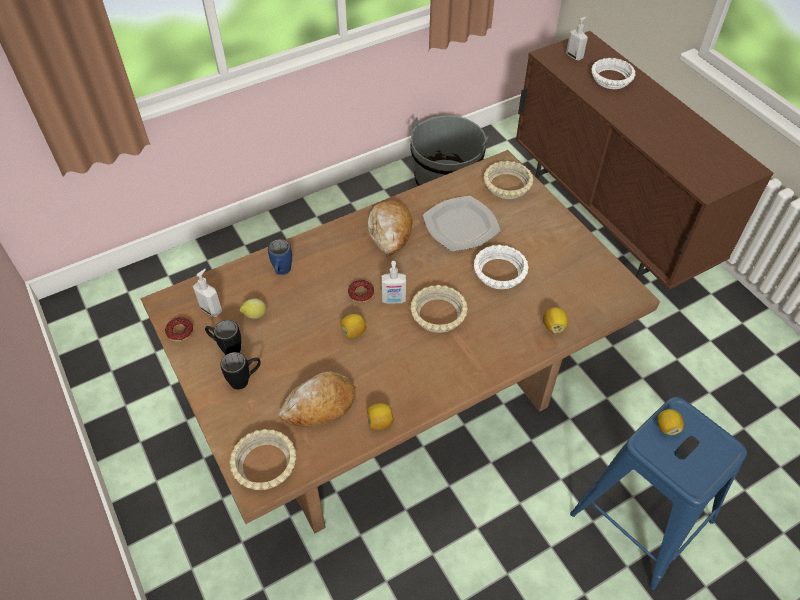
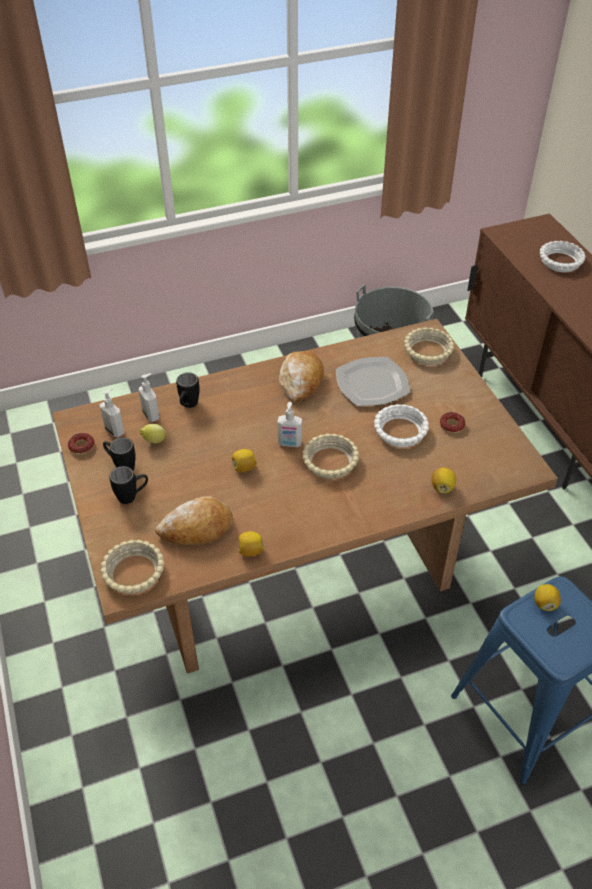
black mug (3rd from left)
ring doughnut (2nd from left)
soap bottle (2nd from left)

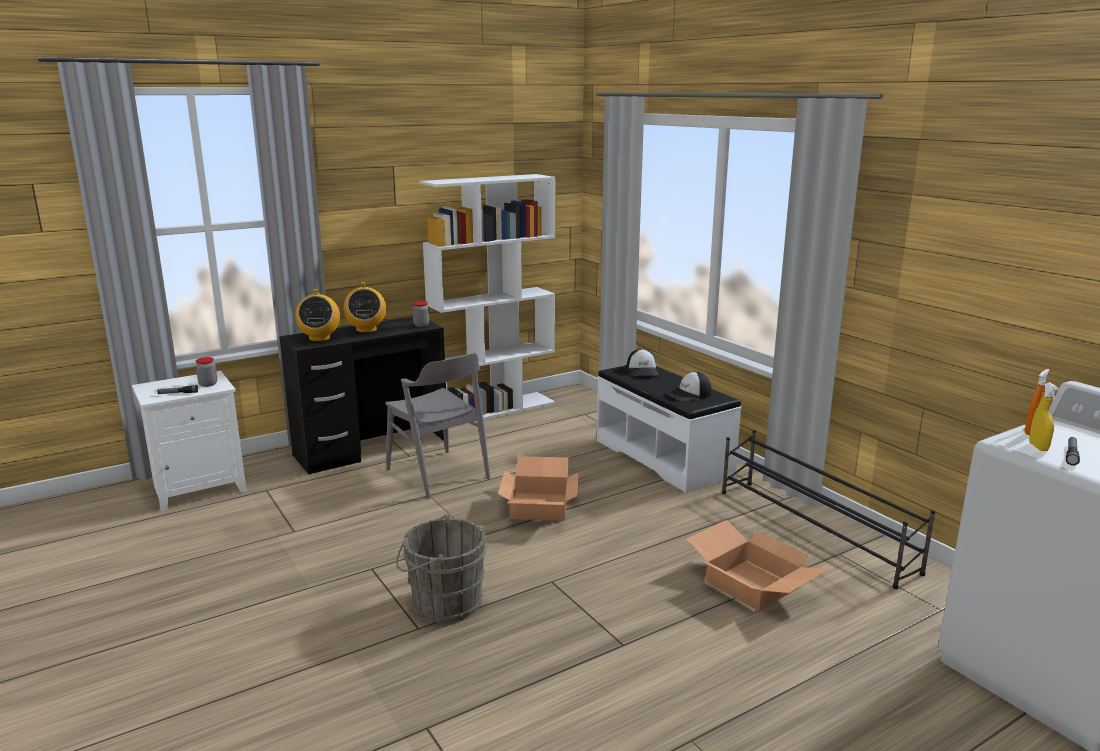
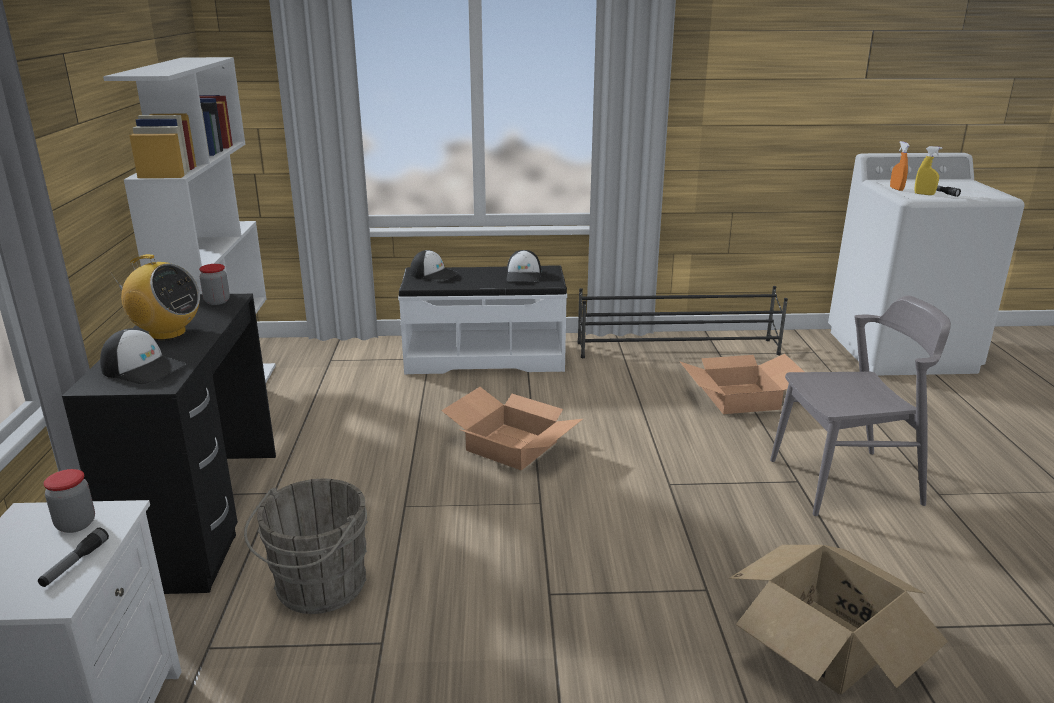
baseball cap (1st from left)
gray chair
gray water bucket
carton (3rd from left)

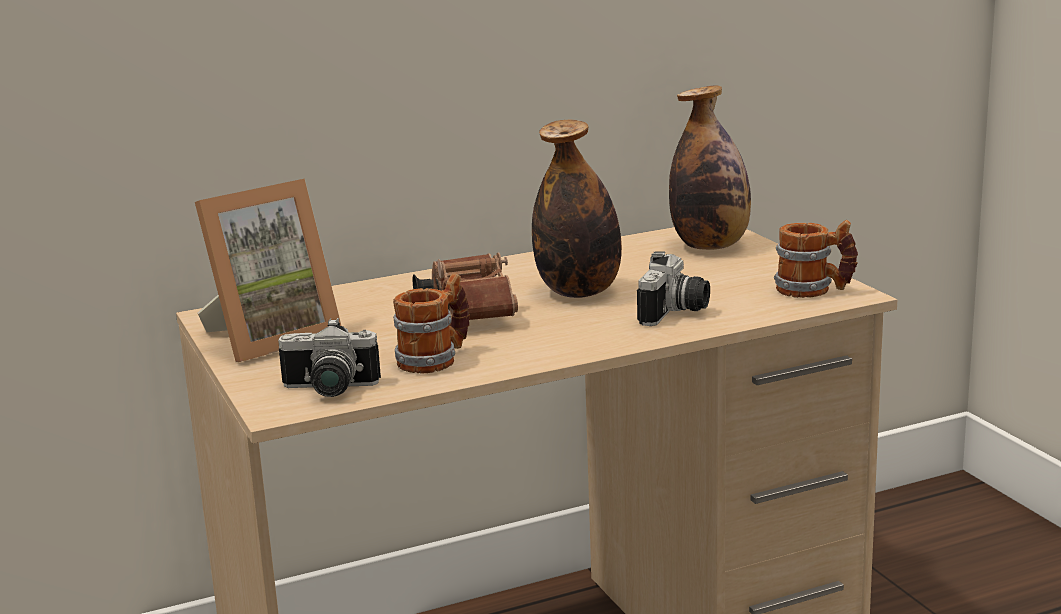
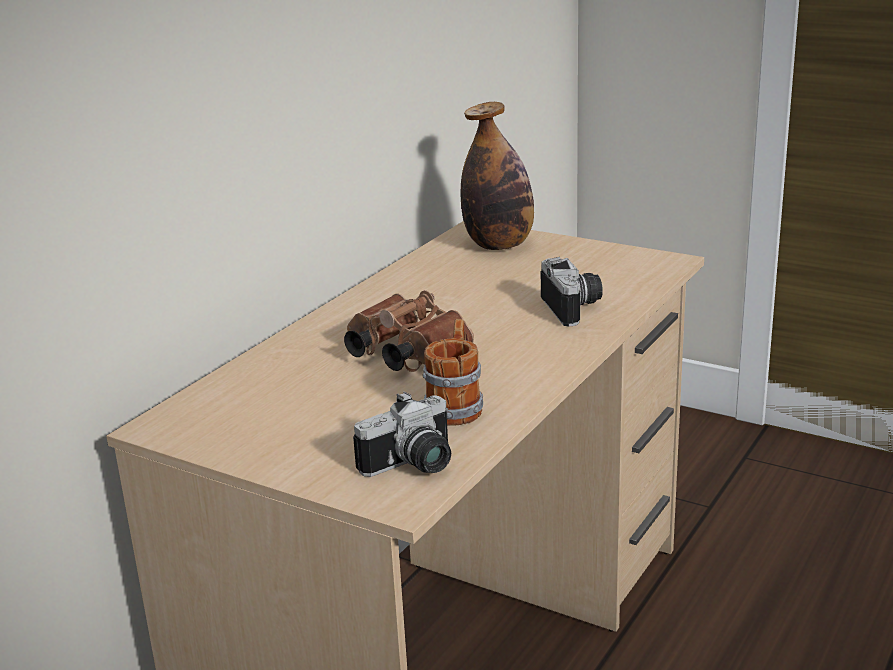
picture frame
drink bottle (1st from left in the first image)
mug (2nd from left in the first image)

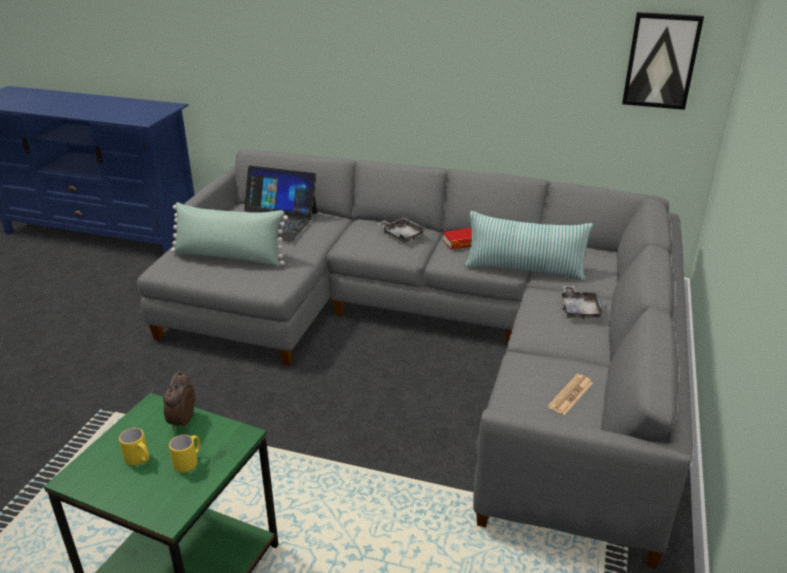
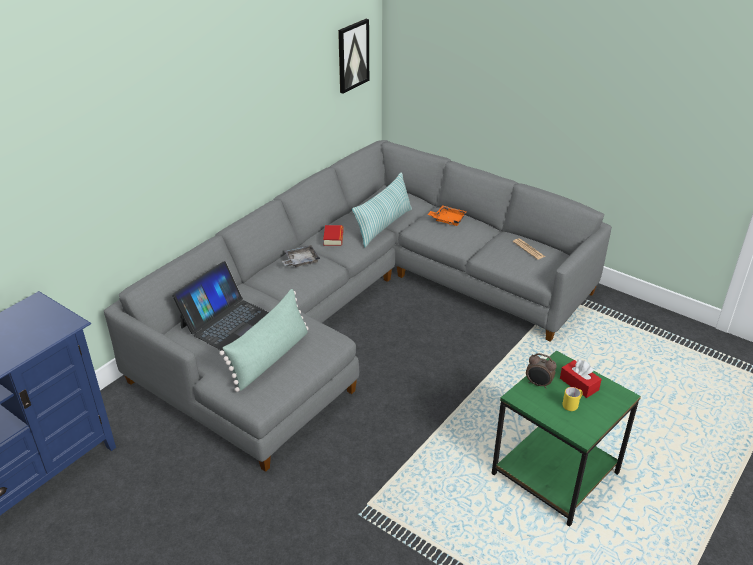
red tissue box
orangey serving tray

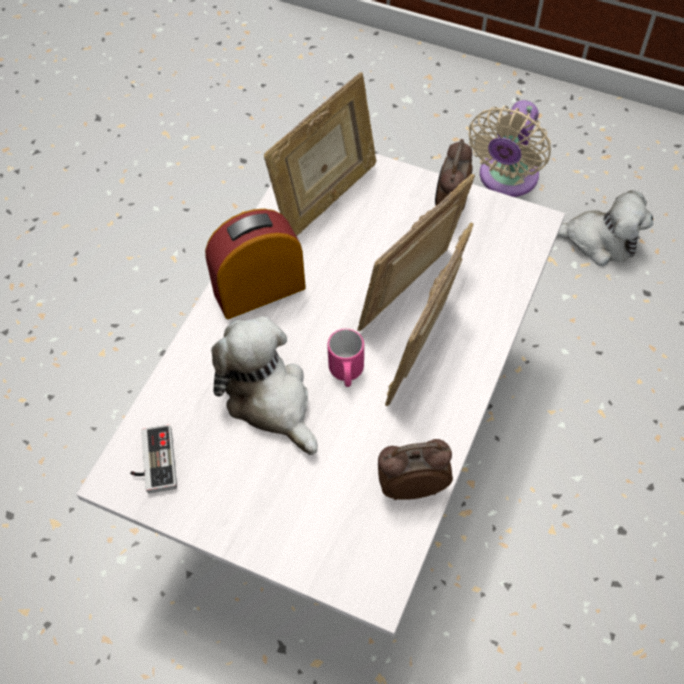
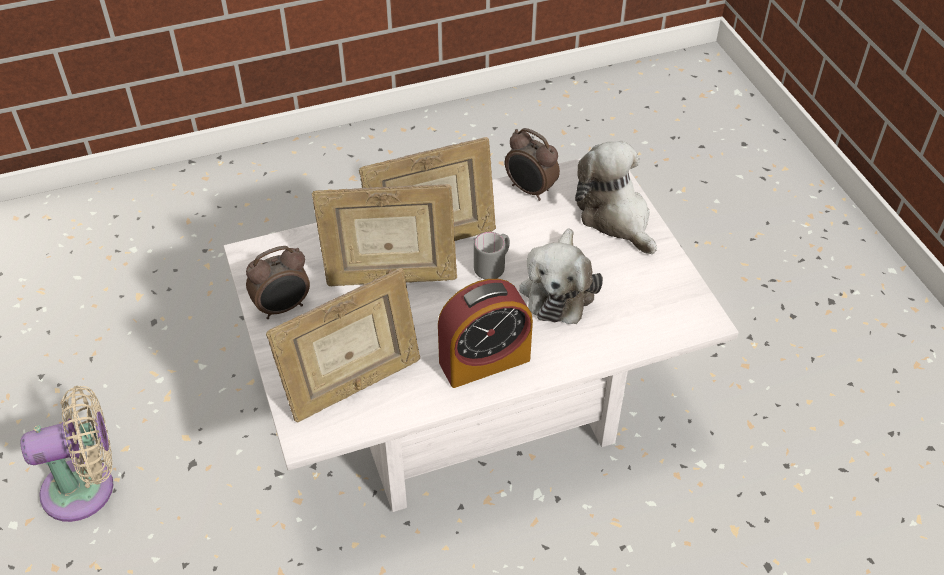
game controller
table clock (2nd from left)
picture frame (1st from left)
gray mug
soft toy (2nd from left)

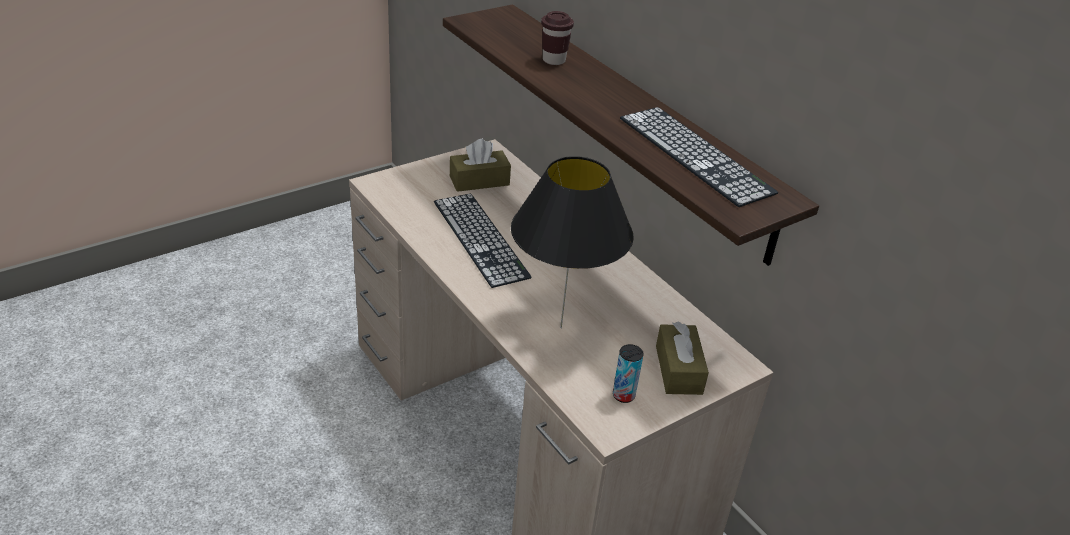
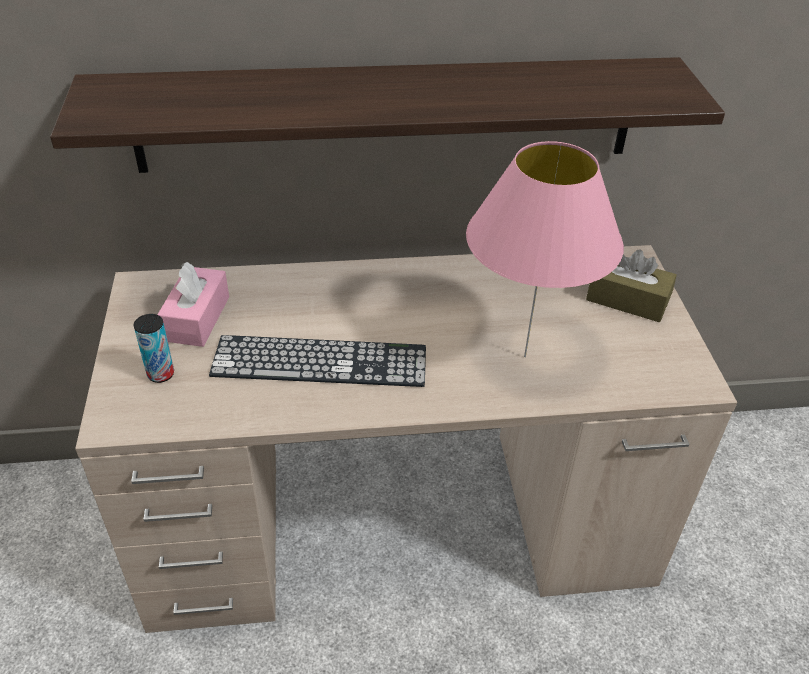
pinkish tissue box
pinkish lamp for a table
brown-coloured small cup
can
PC keyboard (2nd from left in the first image)

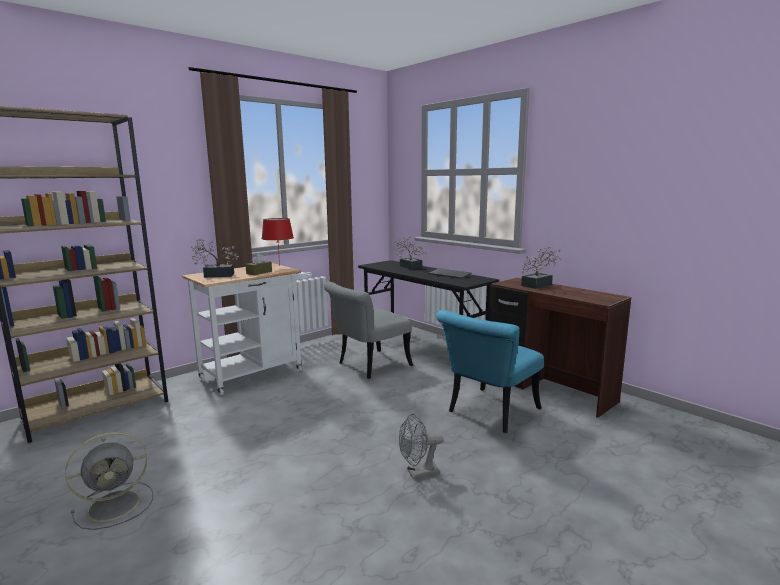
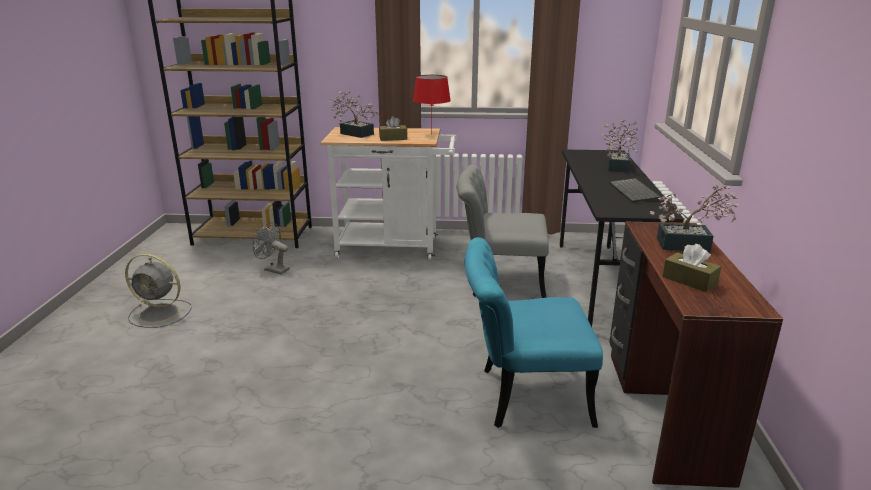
gray cooling fan (2nd from left)
brown-coloured tissue box (2nd from left)

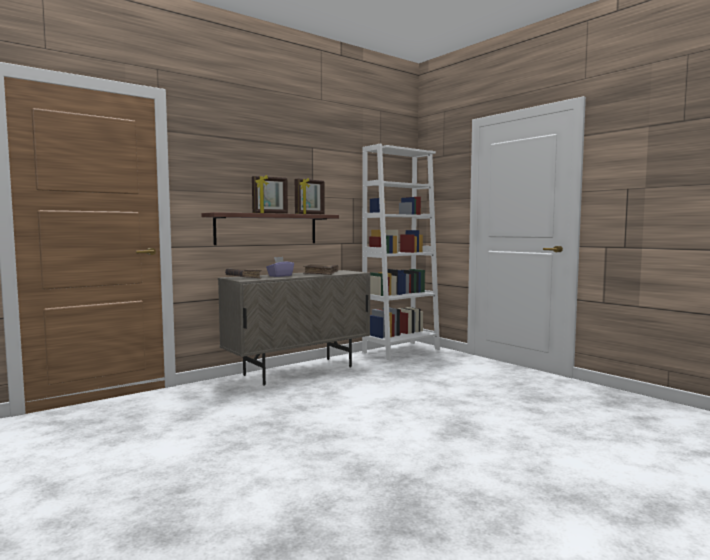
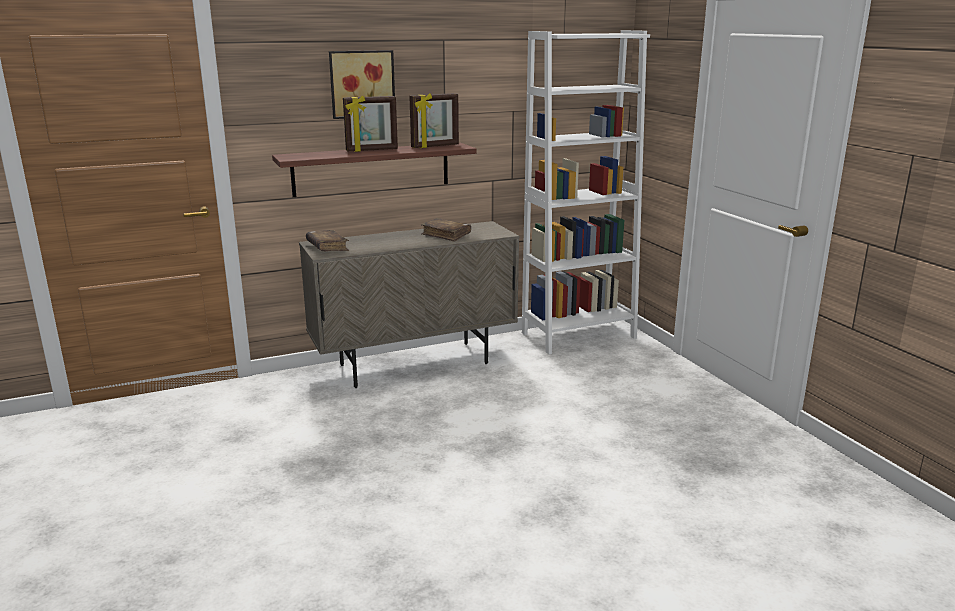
purple-coloured tissue box
wall picture

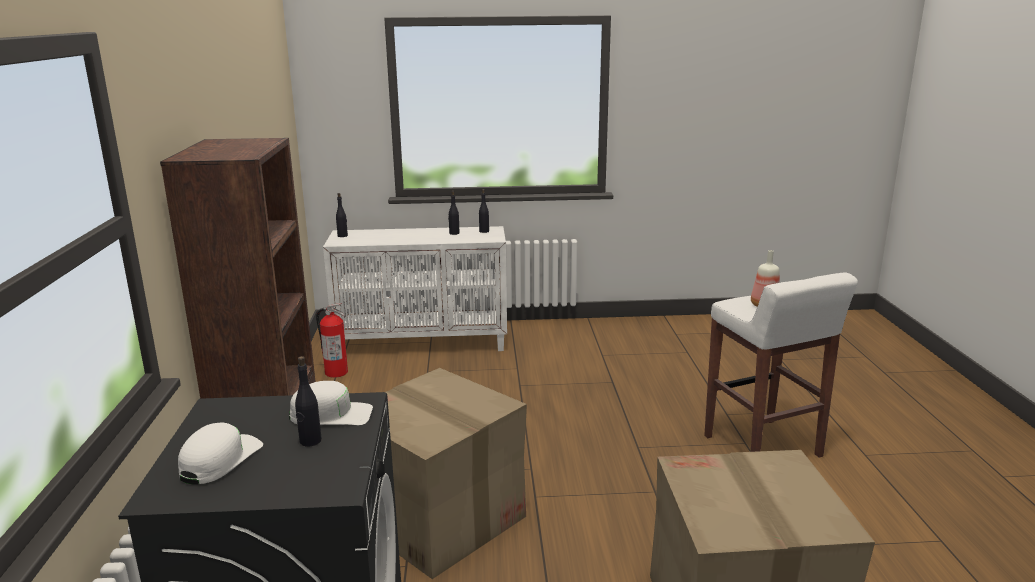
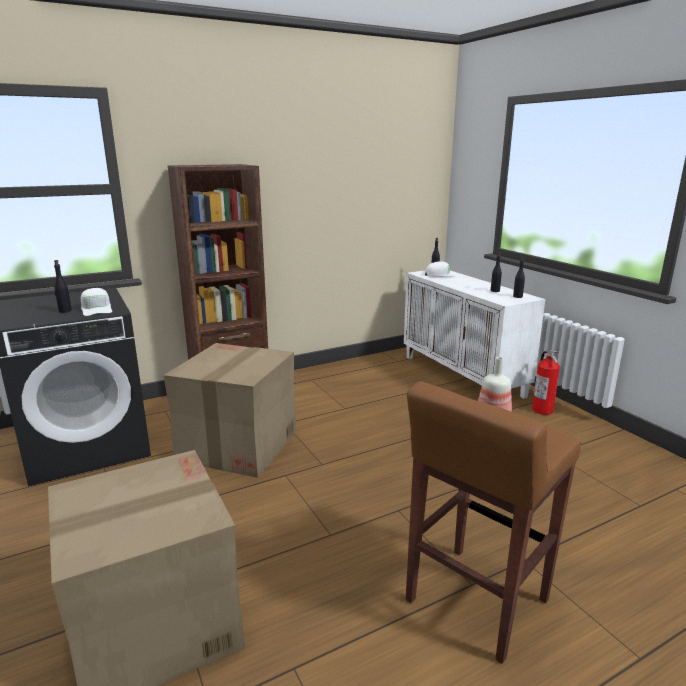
white baseball cap (2nd from left)
extinguisher
brown-coloured stool

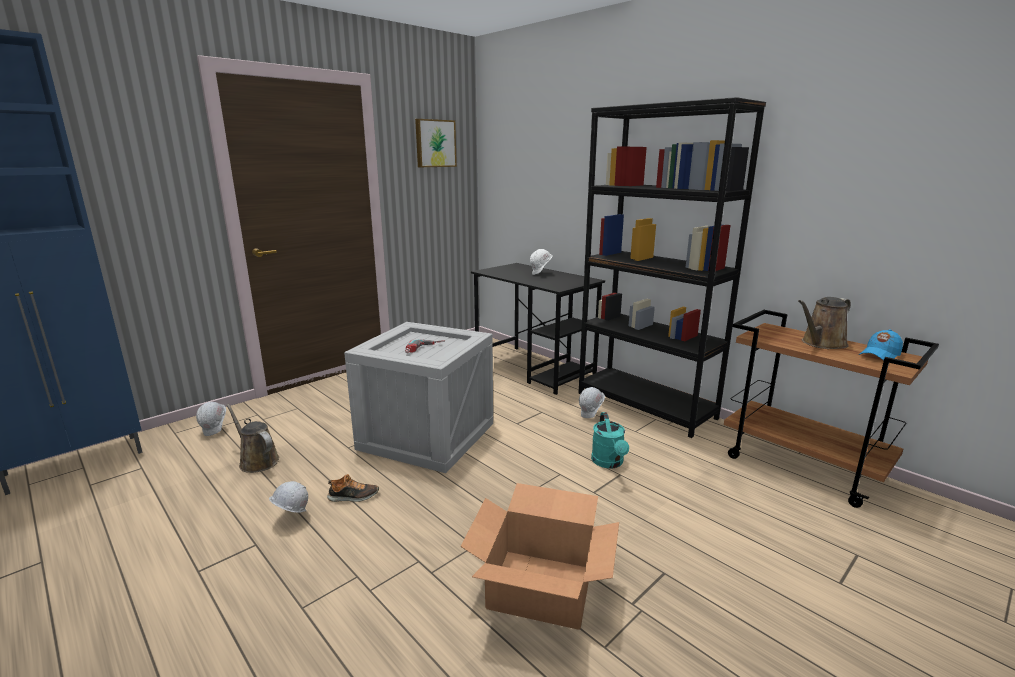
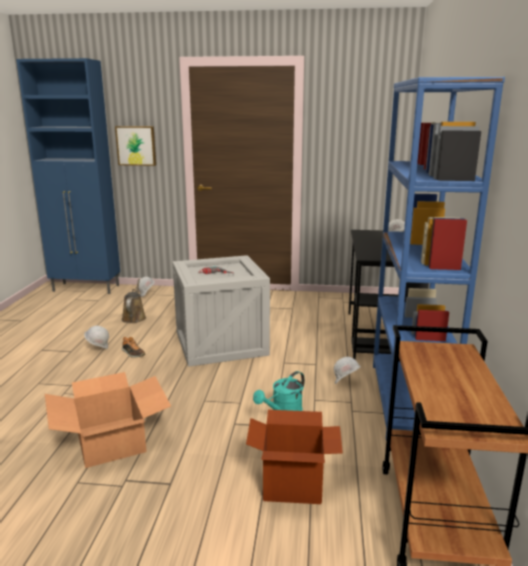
wall picture
blue bookshelf
brown-coloured watering can (2nd from left in the first image)
blue baseball cap
carton (2nd from left)

